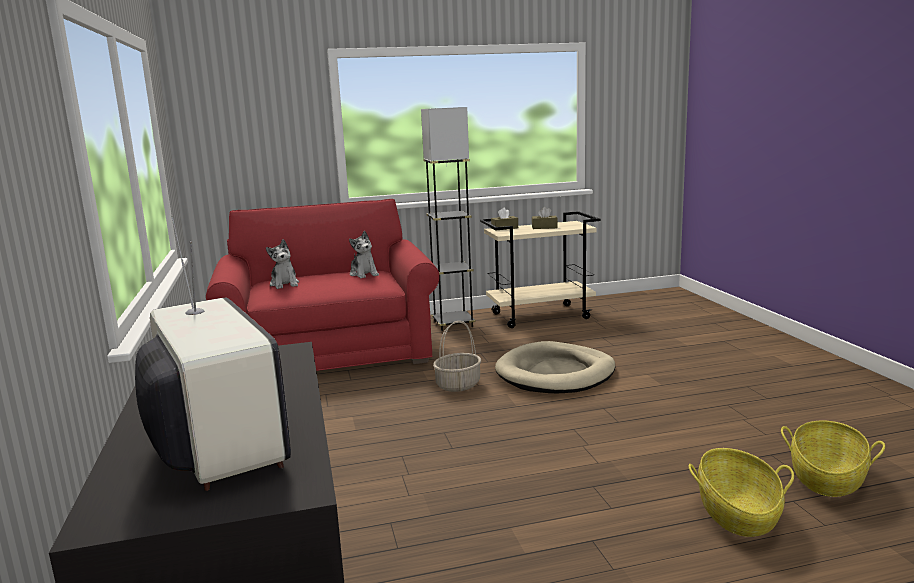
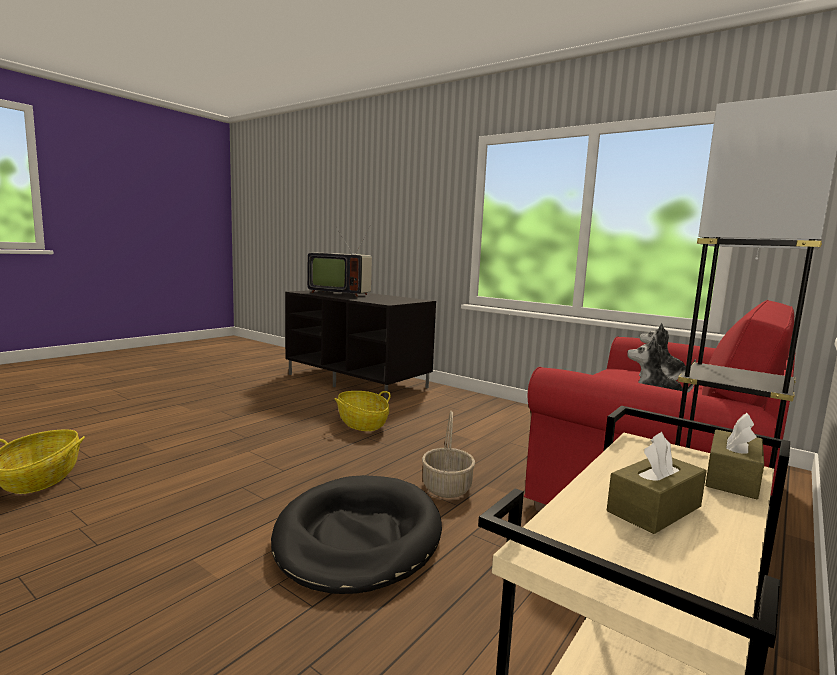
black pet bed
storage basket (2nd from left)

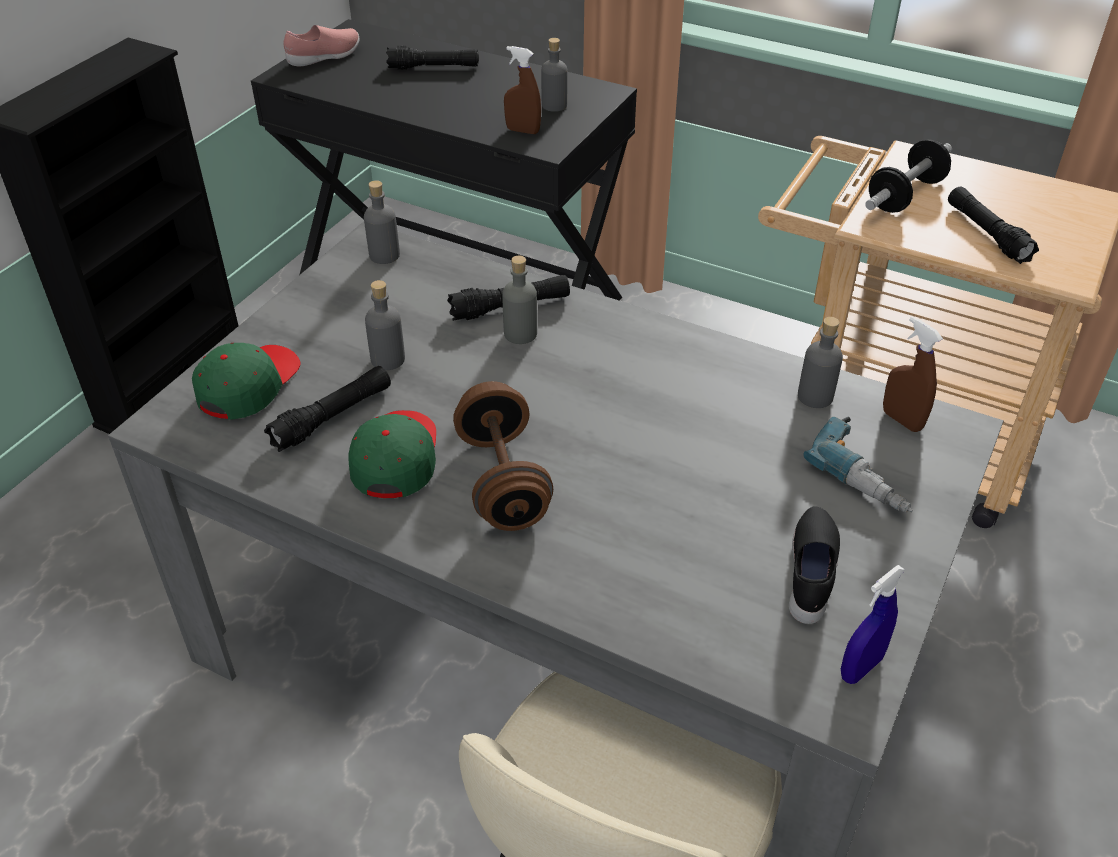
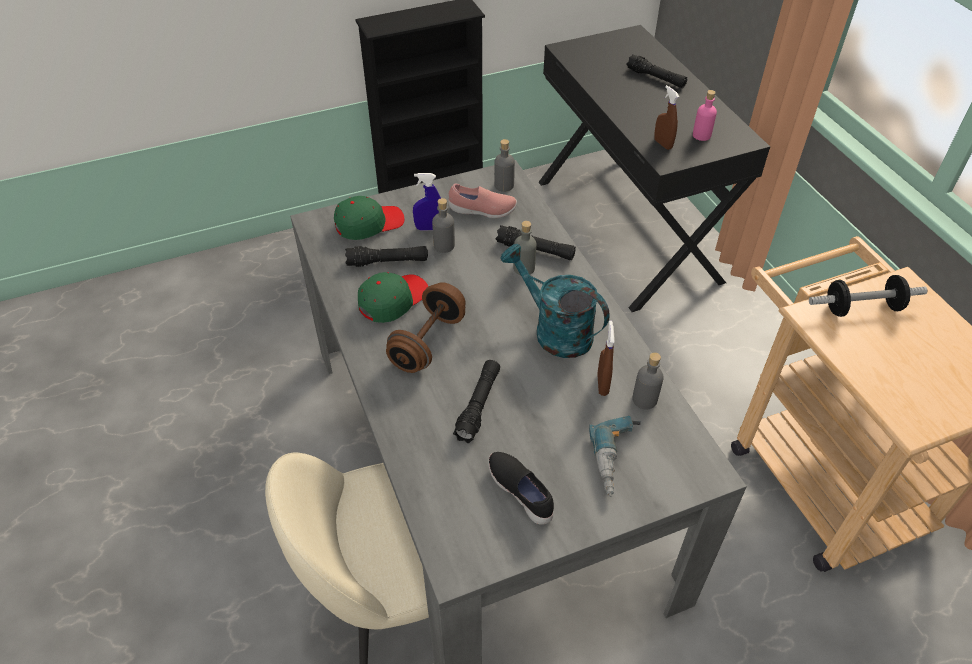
pinkish low shoe
pinkish drink bottle
black low shoe
blue sprayer
brown-coloured sprayer (1st from left)
black hand torch (2nd from left)
turquoise-coloured watering can

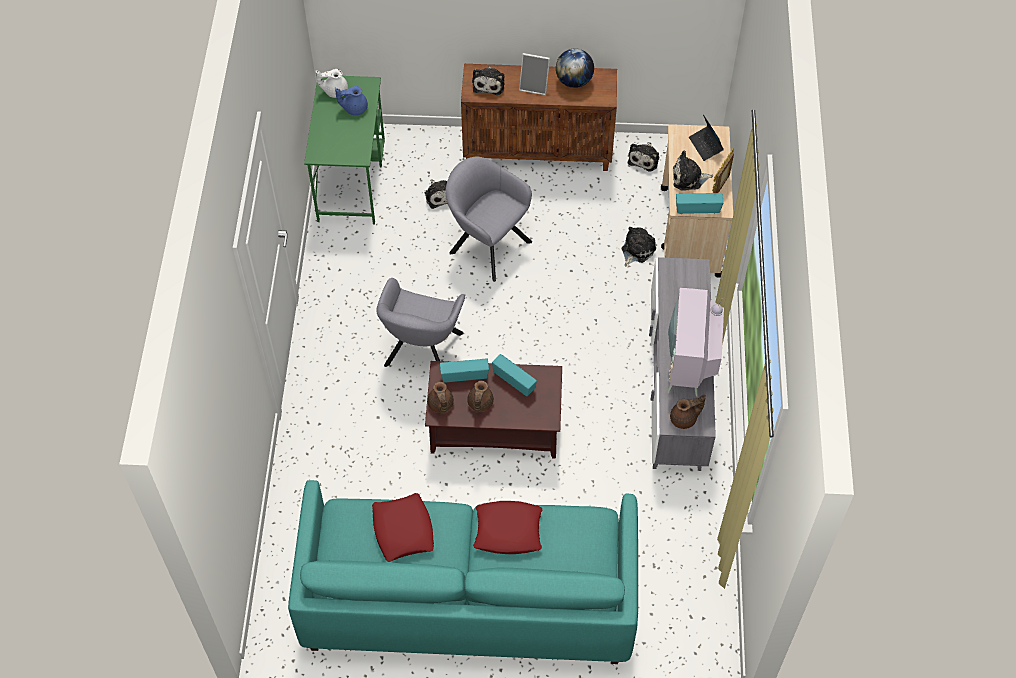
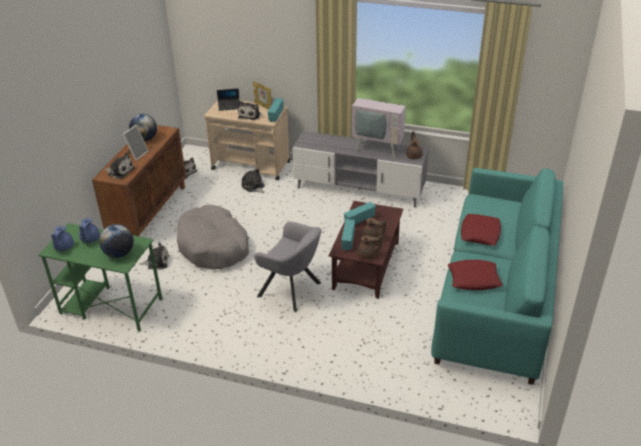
blue teapot (1st from left)
gray pet bed
globe (1st from left)

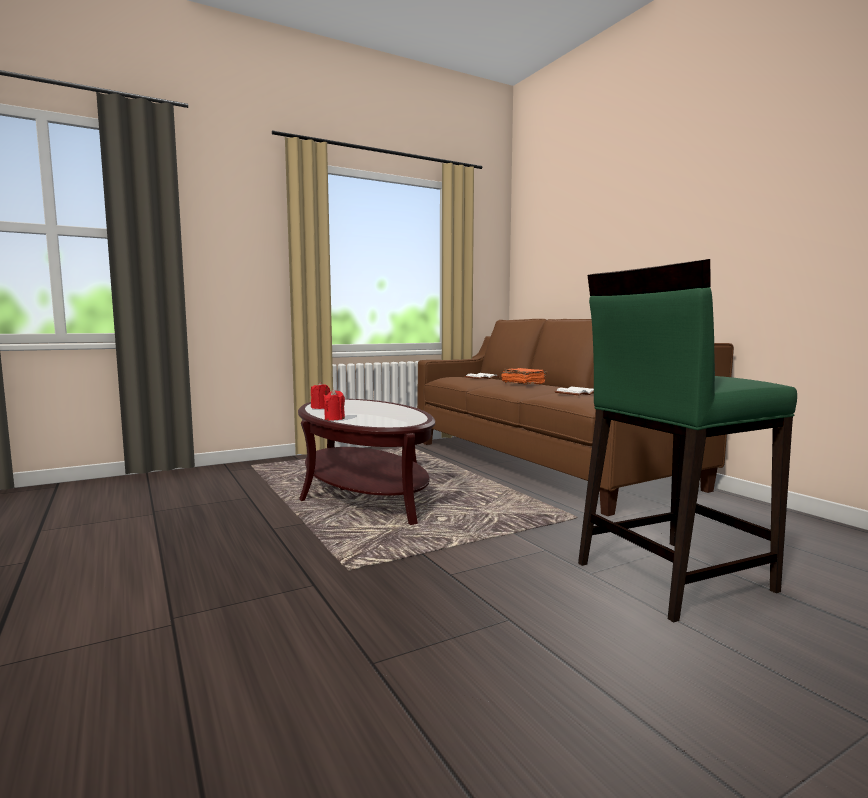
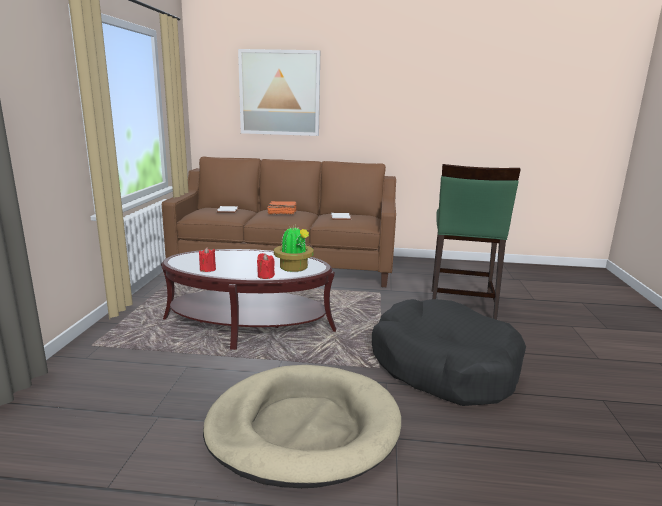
beige-coloured pet bed
wall picture
plant in a pot
black pet bed

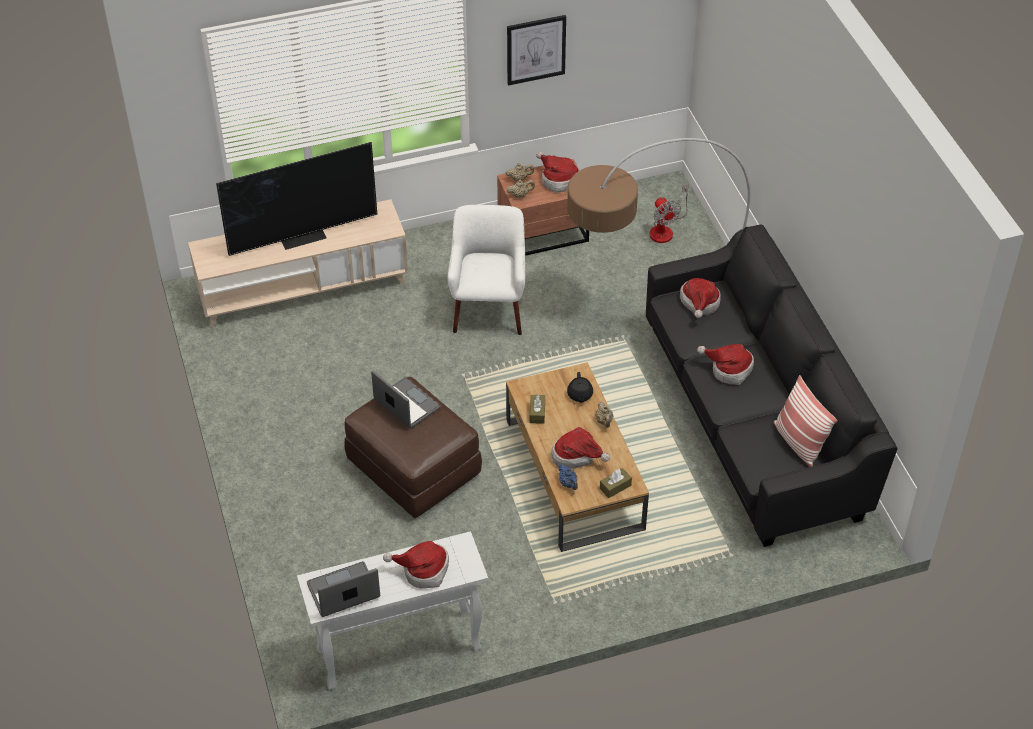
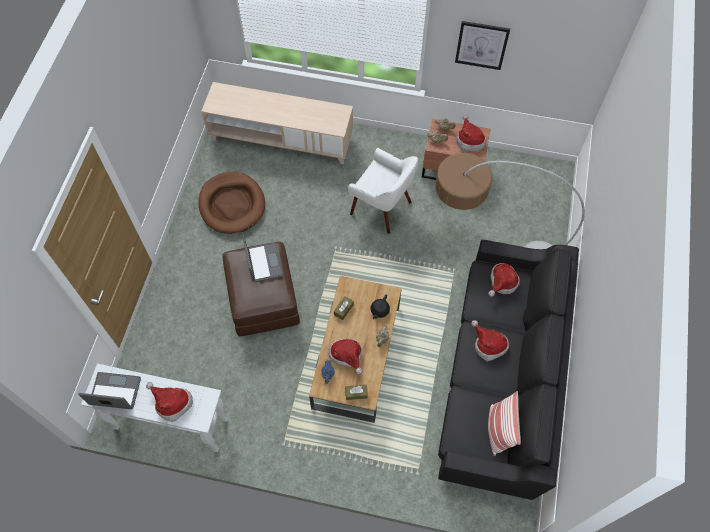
TV
white lounge chair
cooling fan
brown-coloured pet bed

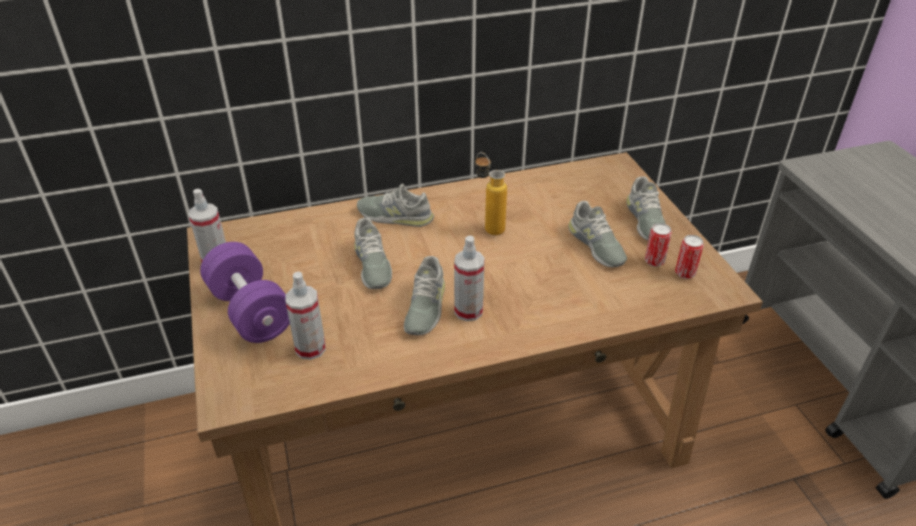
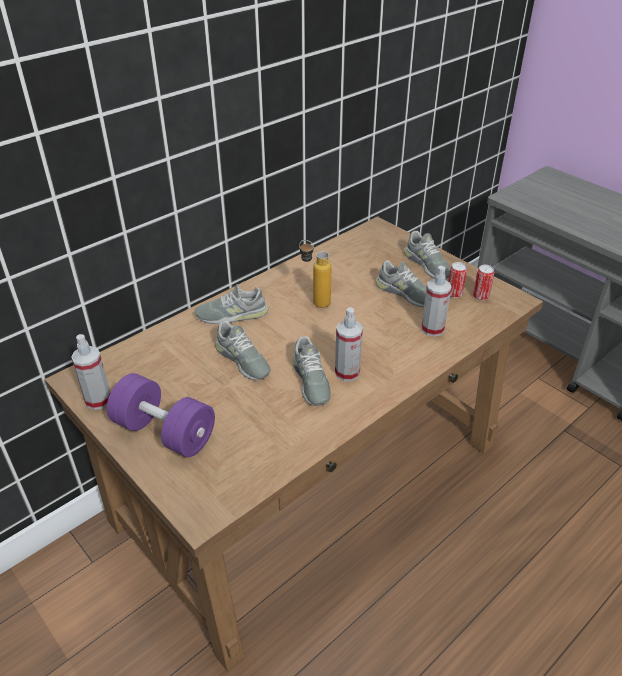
sprayer (3rd from left)

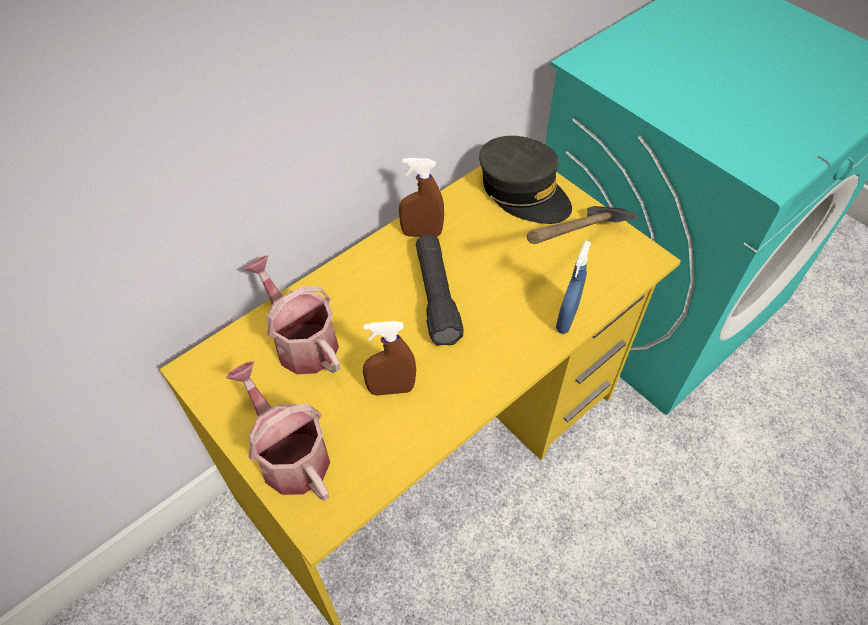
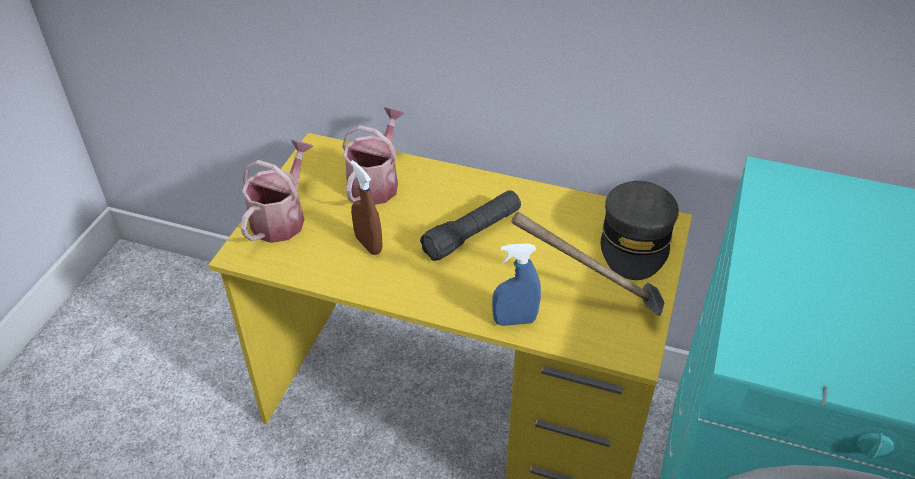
brown-coloured sprayer (2nd from left in the first image)

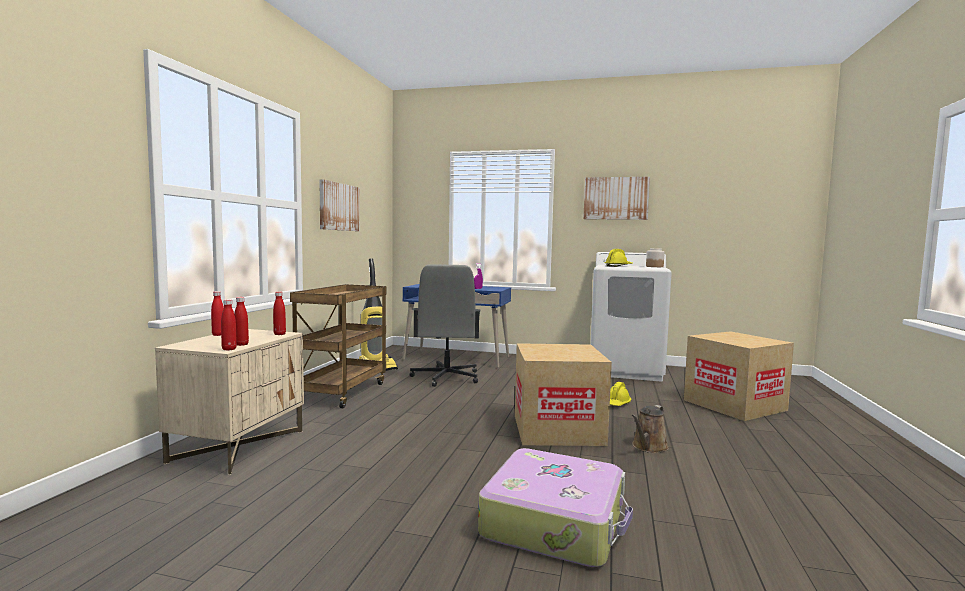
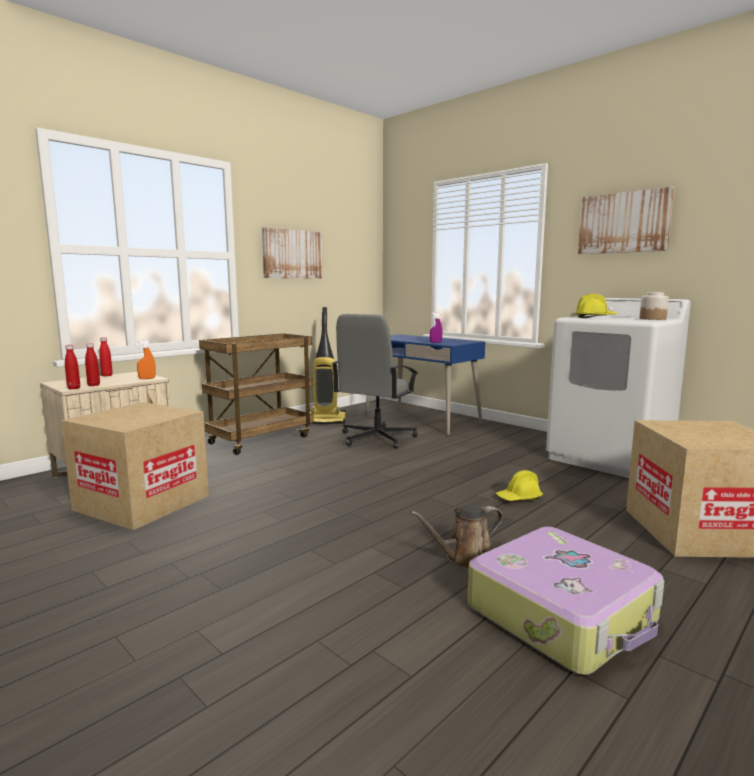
orangey sprayer
suitcase
carton (1st from left)

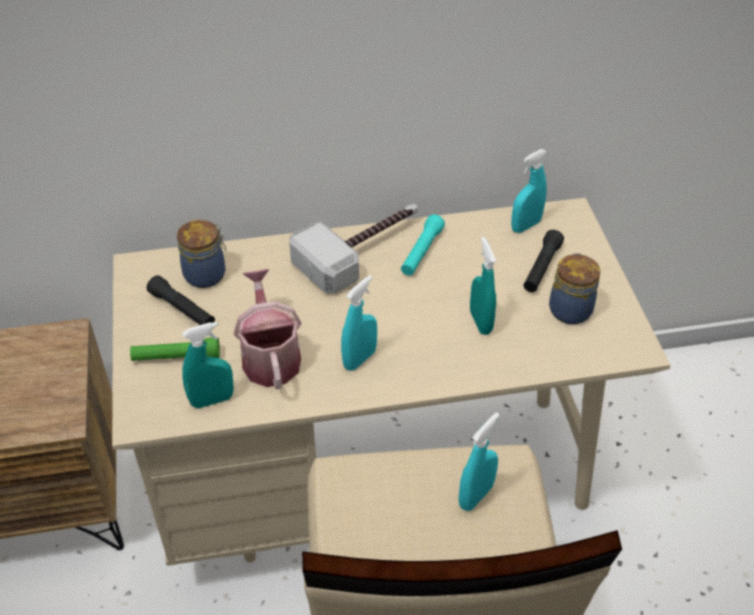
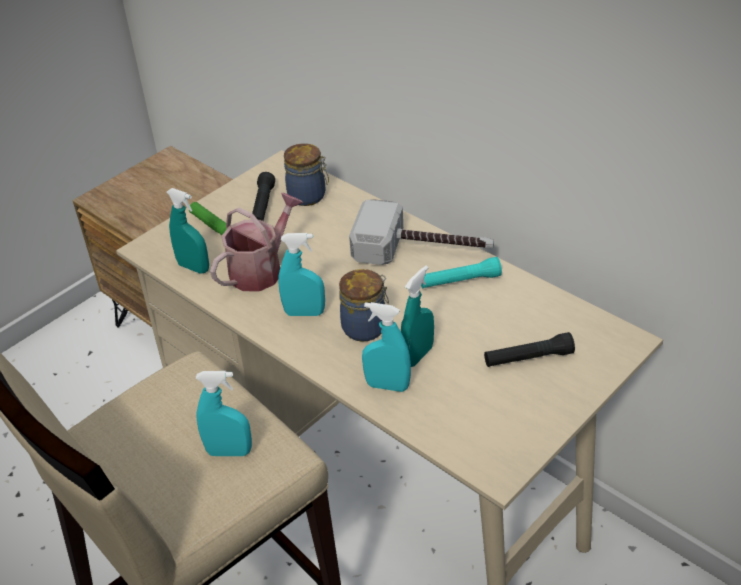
turquoise-coloured sprayer (4th from left)
preserve jar (2nd from left)

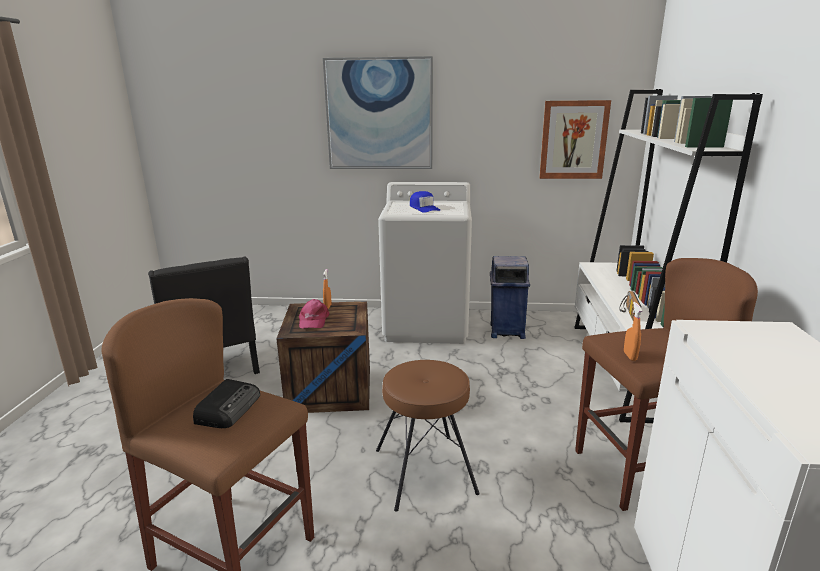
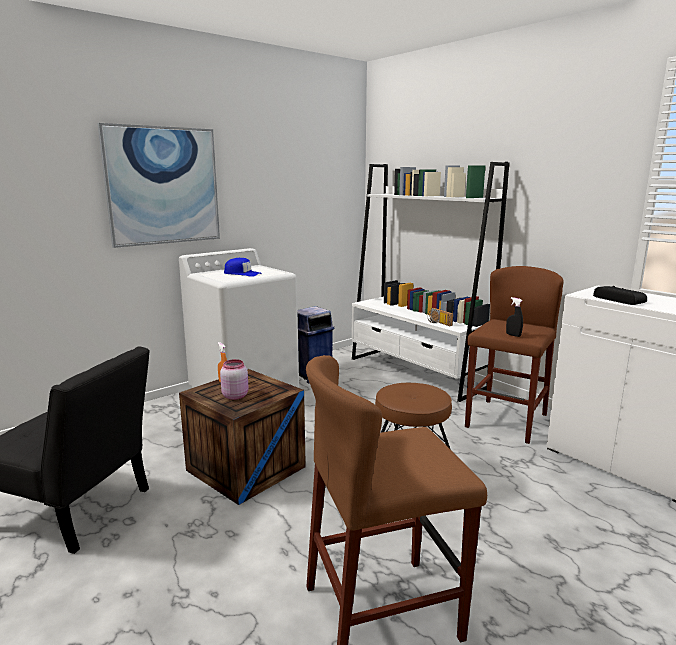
radio receiver (2nd from left)
pinkish preserve jar
wall picture (2nd from left in the first image)
black sprayer

